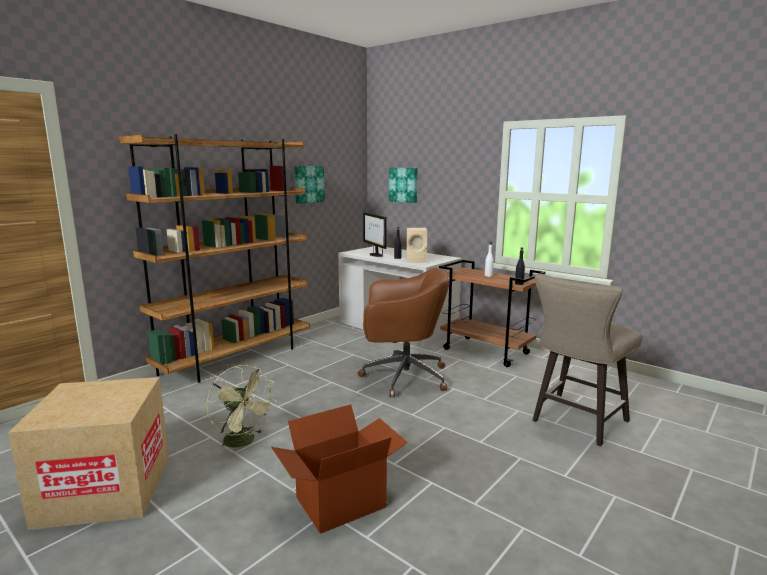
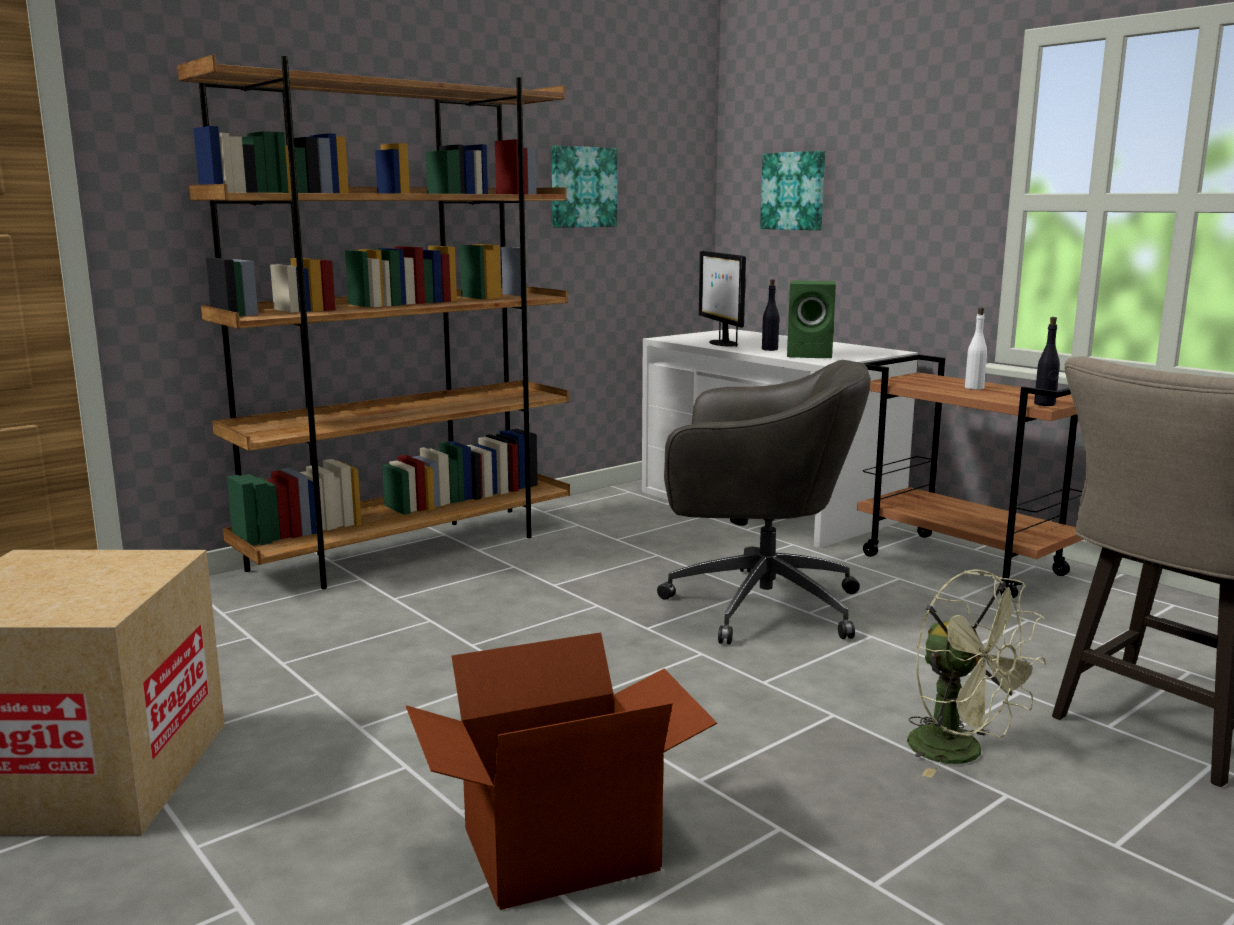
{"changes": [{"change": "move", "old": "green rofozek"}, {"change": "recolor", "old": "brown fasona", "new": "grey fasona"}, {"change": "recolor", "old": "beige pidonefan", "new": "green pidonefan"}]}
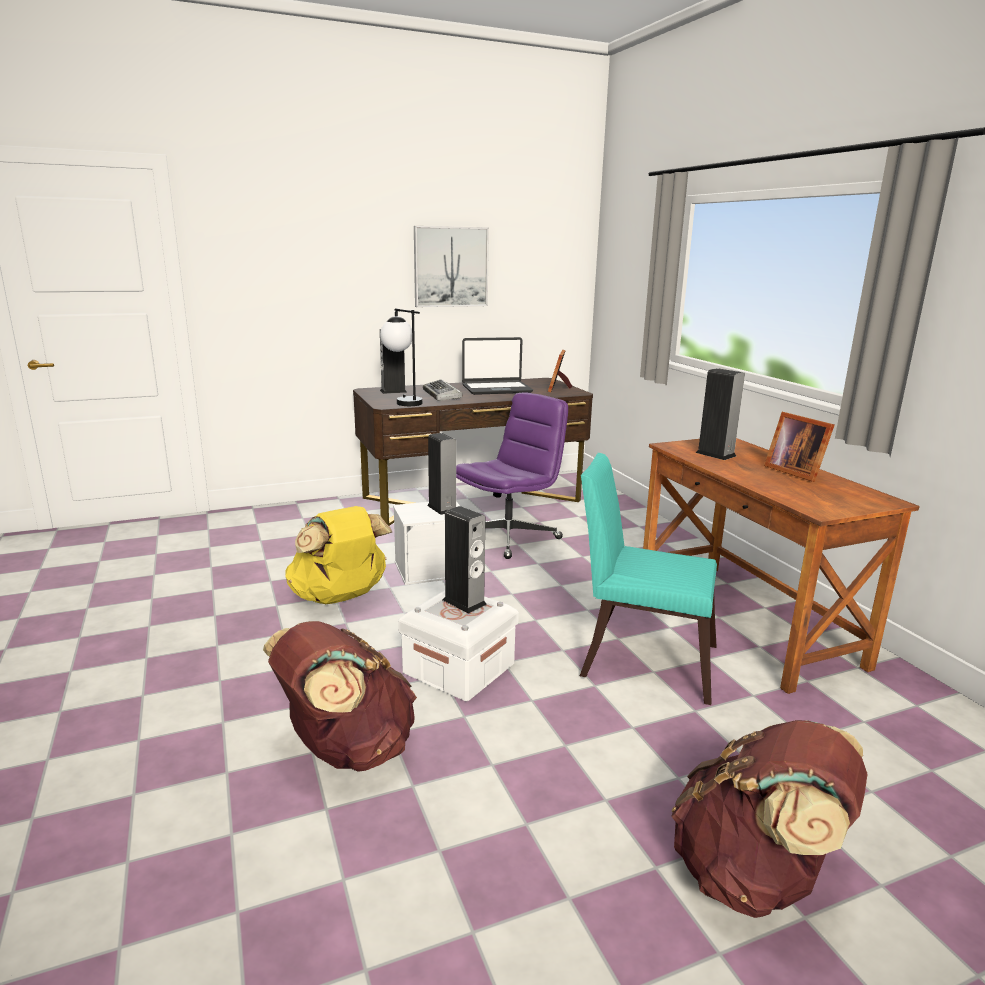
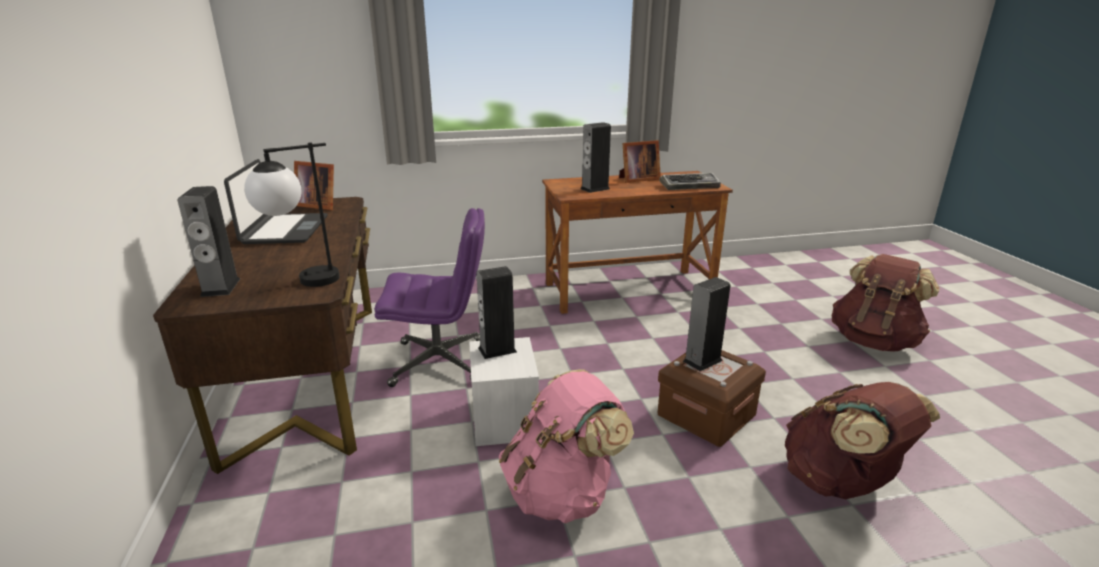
{"changes": [{"change": "delete", "old": "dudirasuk"}, {"change": "delete", "old": "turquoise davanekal"}, {"change": "move", "old": "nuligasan"}, {"change": "recolor", "old": "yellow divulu", "new": "pink divulu"}, {"change": "recolor", "old": "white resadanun (2nd from left)", "new": "brown resadanun"}, {"change": "rotate", "old": "purple fasona", "degrees": 120}]}
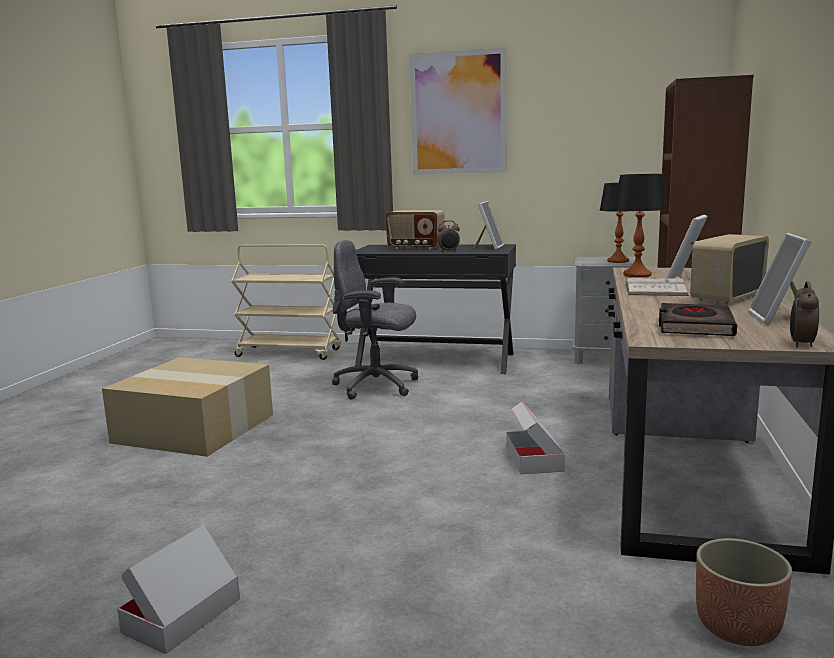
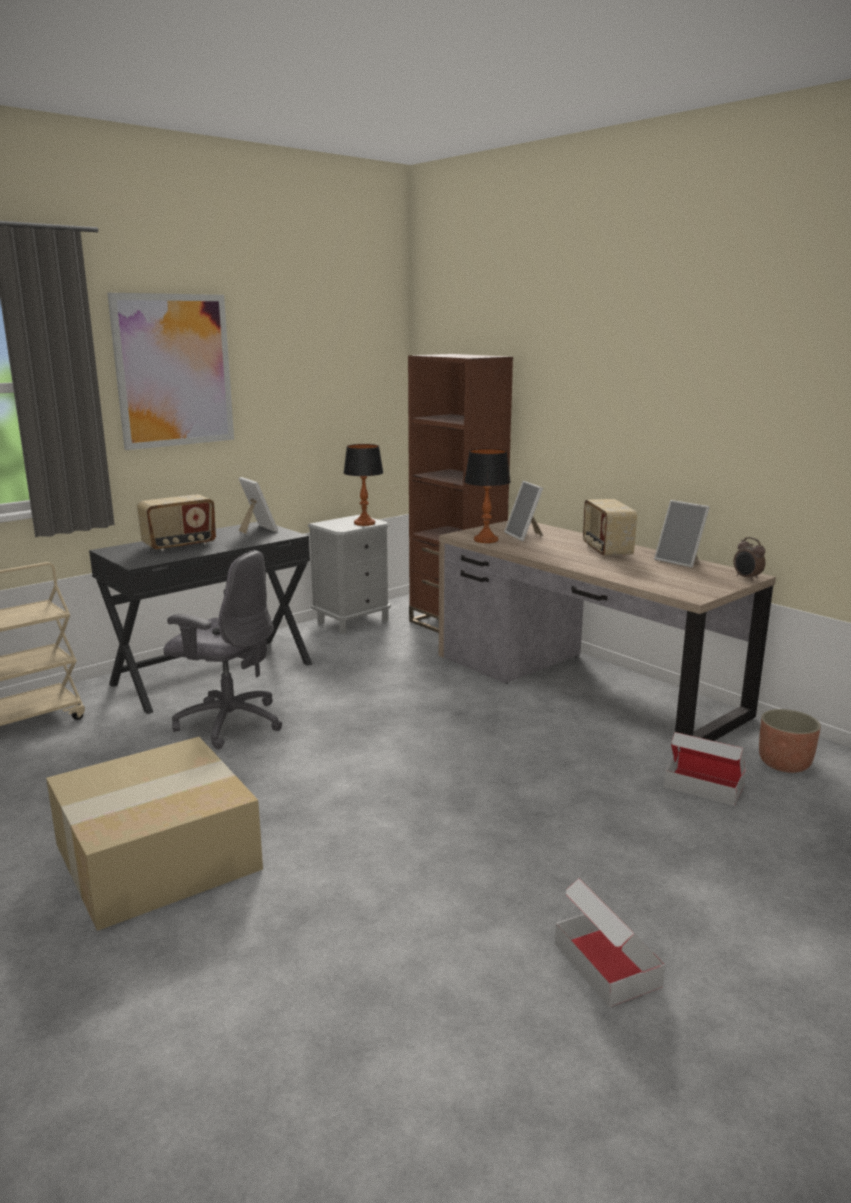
{"changes": [{"change": "delete", "old": "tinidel (1st from left)"}, {"change": "delete", "old": "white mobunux"}, {"change": "delete", "old": "black mobunux"}, {"change": "move", "old": "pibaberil (3rd from left)"}, {"change": "rotate", "old": "grey fasona", "degrees": -120}]}
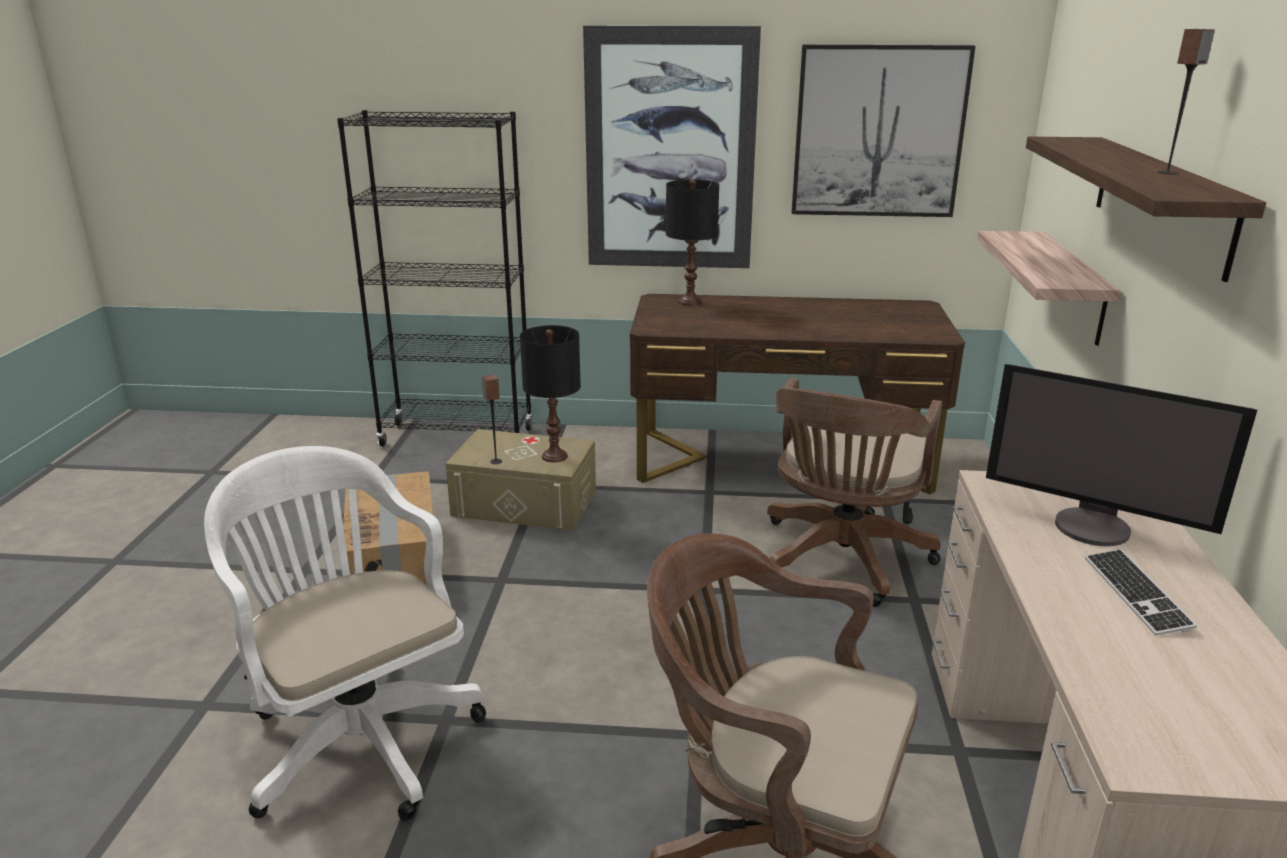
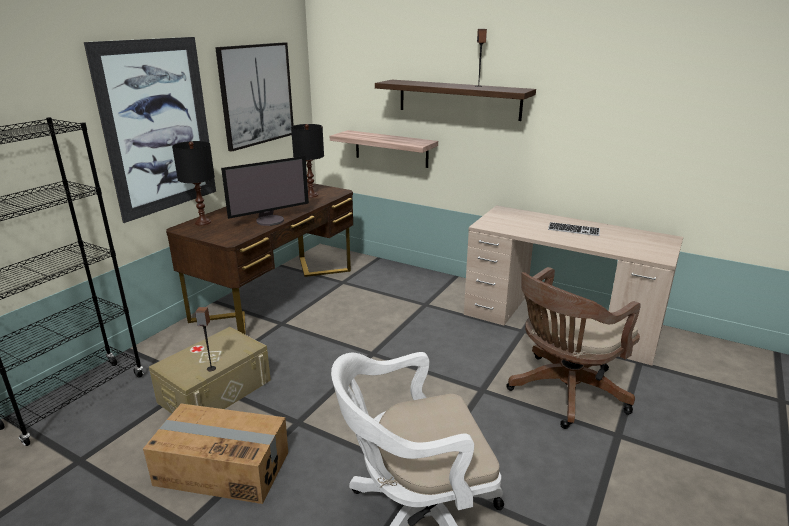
{"changes": [{"change": "delete", "old": "brown fasona (2nd from left)"}, {"change": "move", "old": "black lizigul (1st from left in the first image)", "new": "black lizigul (2nd from left)"}, {"change": "move", "old": "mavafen"}]}
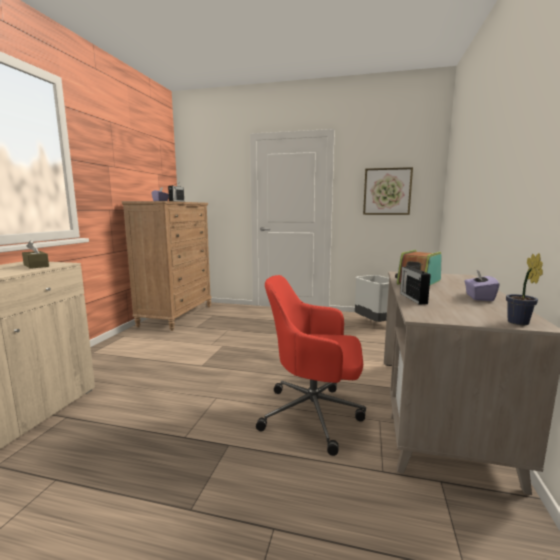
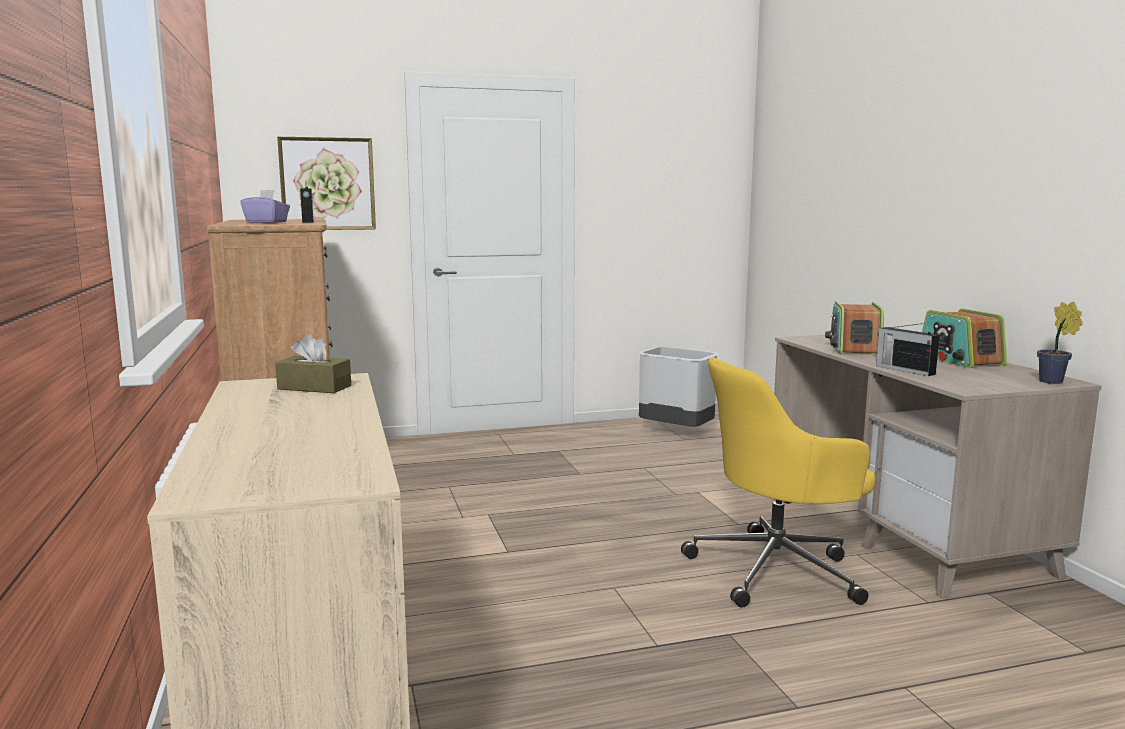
{"changes": [{"change": "move", "old": "dudirasuk"}, {"change": "replace", "old": "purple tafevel (2nd from left)", "new": "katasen (4th from left)"}, {"change": "recolor", "old": "red fasona", "new": "yellow fasona"}]}
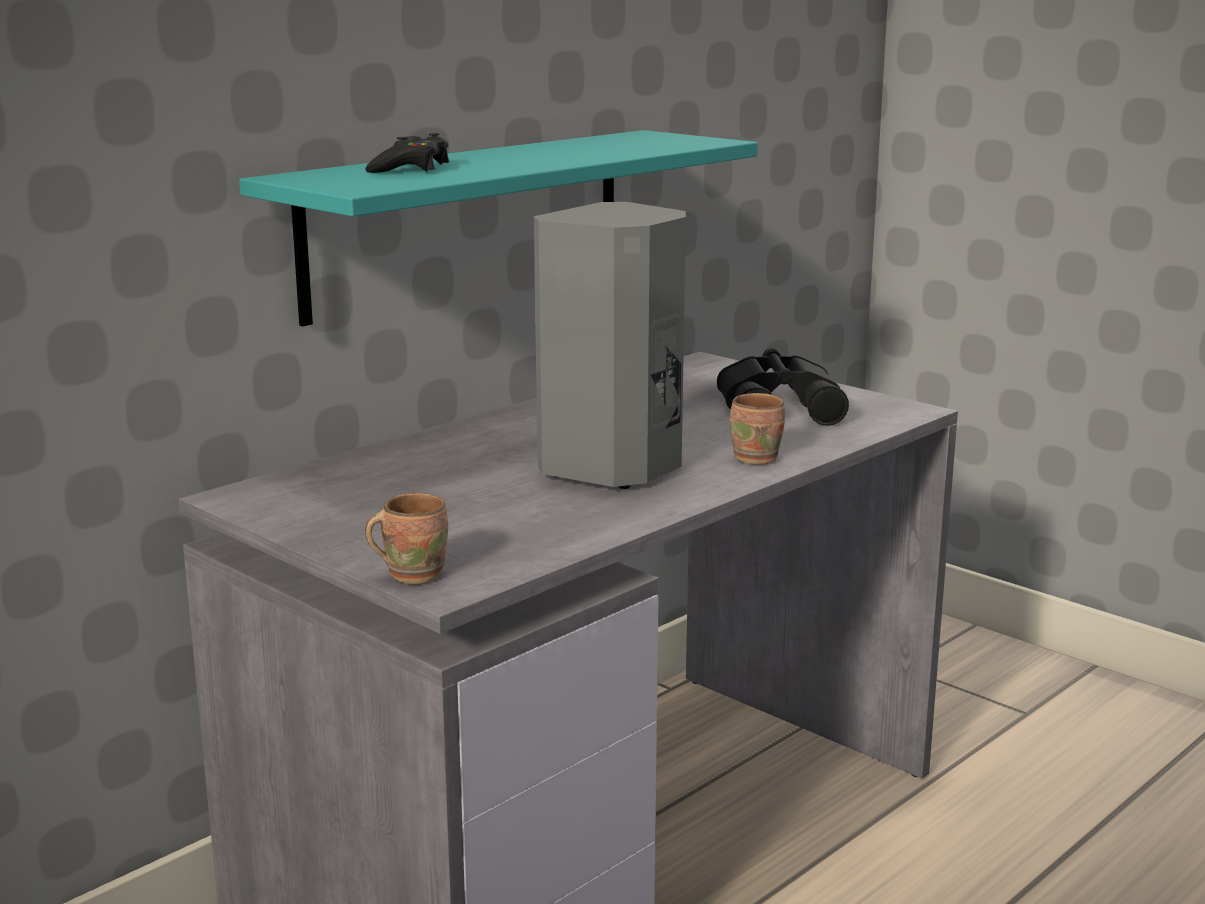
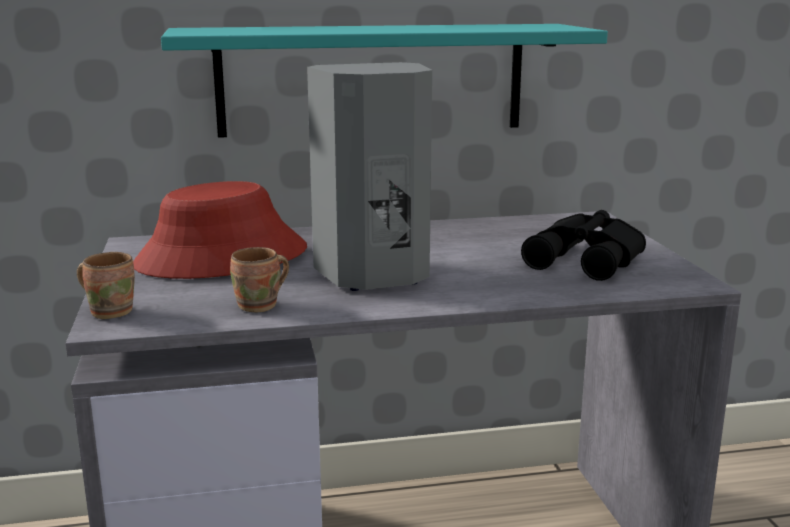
{"changes": [{"change": "delete", "old": "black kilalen"}, {"change": "insert", "new": "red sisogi"}, {"change": "move", "old": "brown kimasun (2nd from left)"}]}
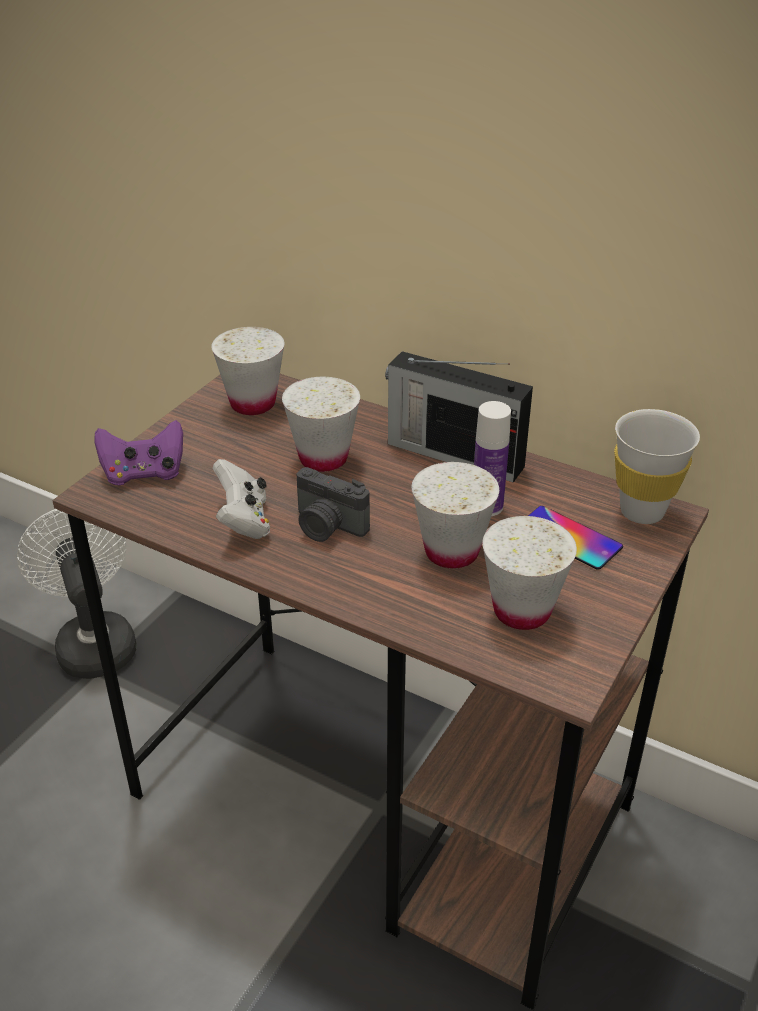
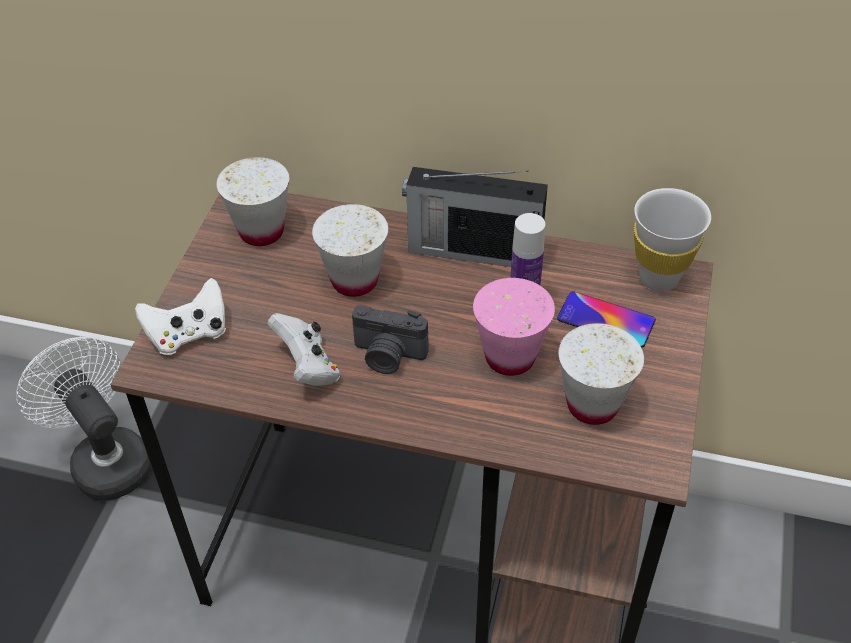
{"changes": [{"change": "recolor", "old": "purple kilalen", "new": "white kilalen (1st from left)"}, {"change": "recolor", "old": "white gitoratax (3rd from left)", "new": "pink gitoratax"}]}
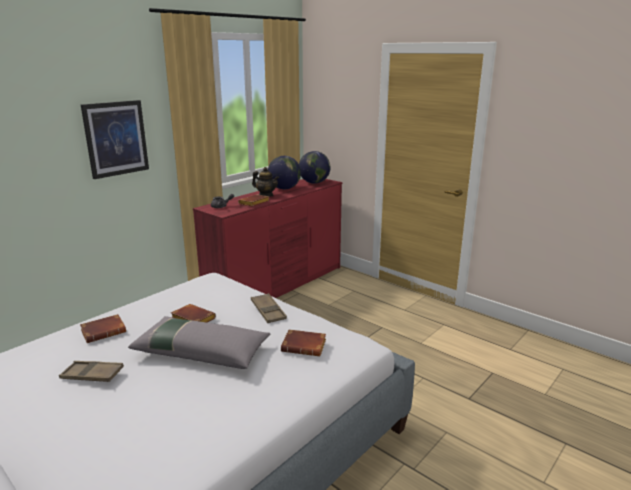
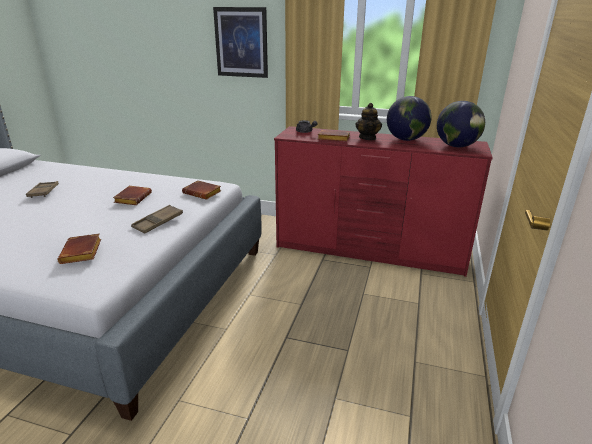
{"changes": [{"change": "delete", "old": "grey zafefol"}, {"change": "move", "old": "brown mobunux (1st from left in the first image)", "new": "brown mobunux (3rd from left)"}]}
